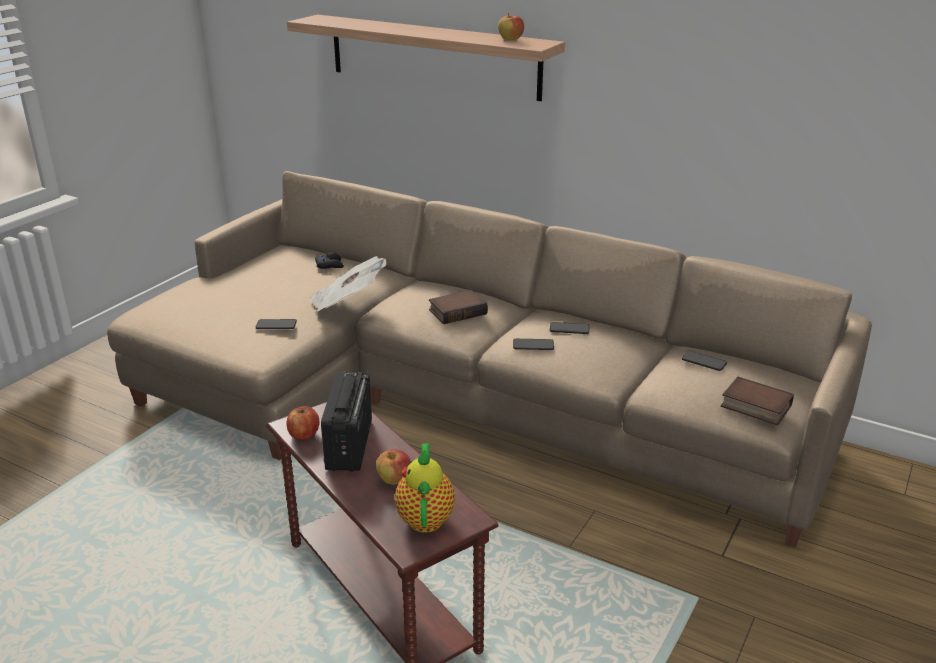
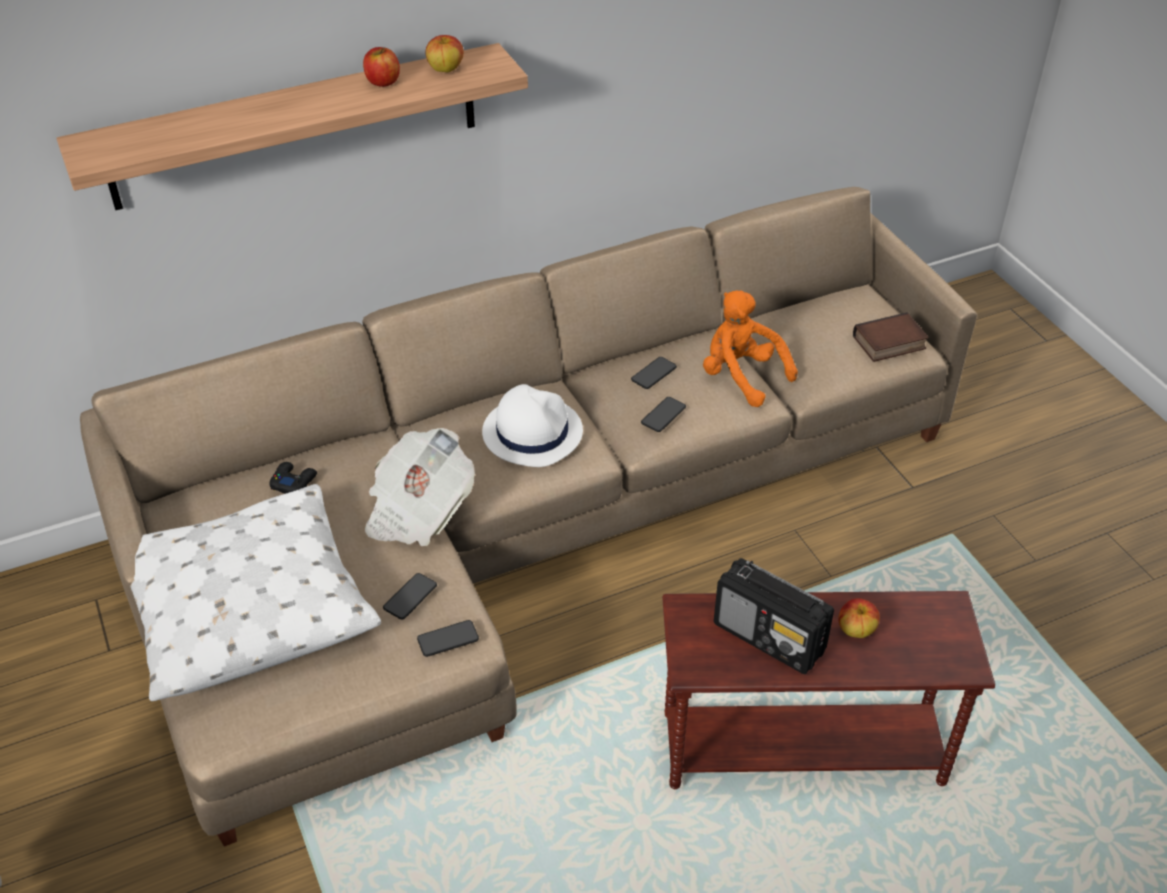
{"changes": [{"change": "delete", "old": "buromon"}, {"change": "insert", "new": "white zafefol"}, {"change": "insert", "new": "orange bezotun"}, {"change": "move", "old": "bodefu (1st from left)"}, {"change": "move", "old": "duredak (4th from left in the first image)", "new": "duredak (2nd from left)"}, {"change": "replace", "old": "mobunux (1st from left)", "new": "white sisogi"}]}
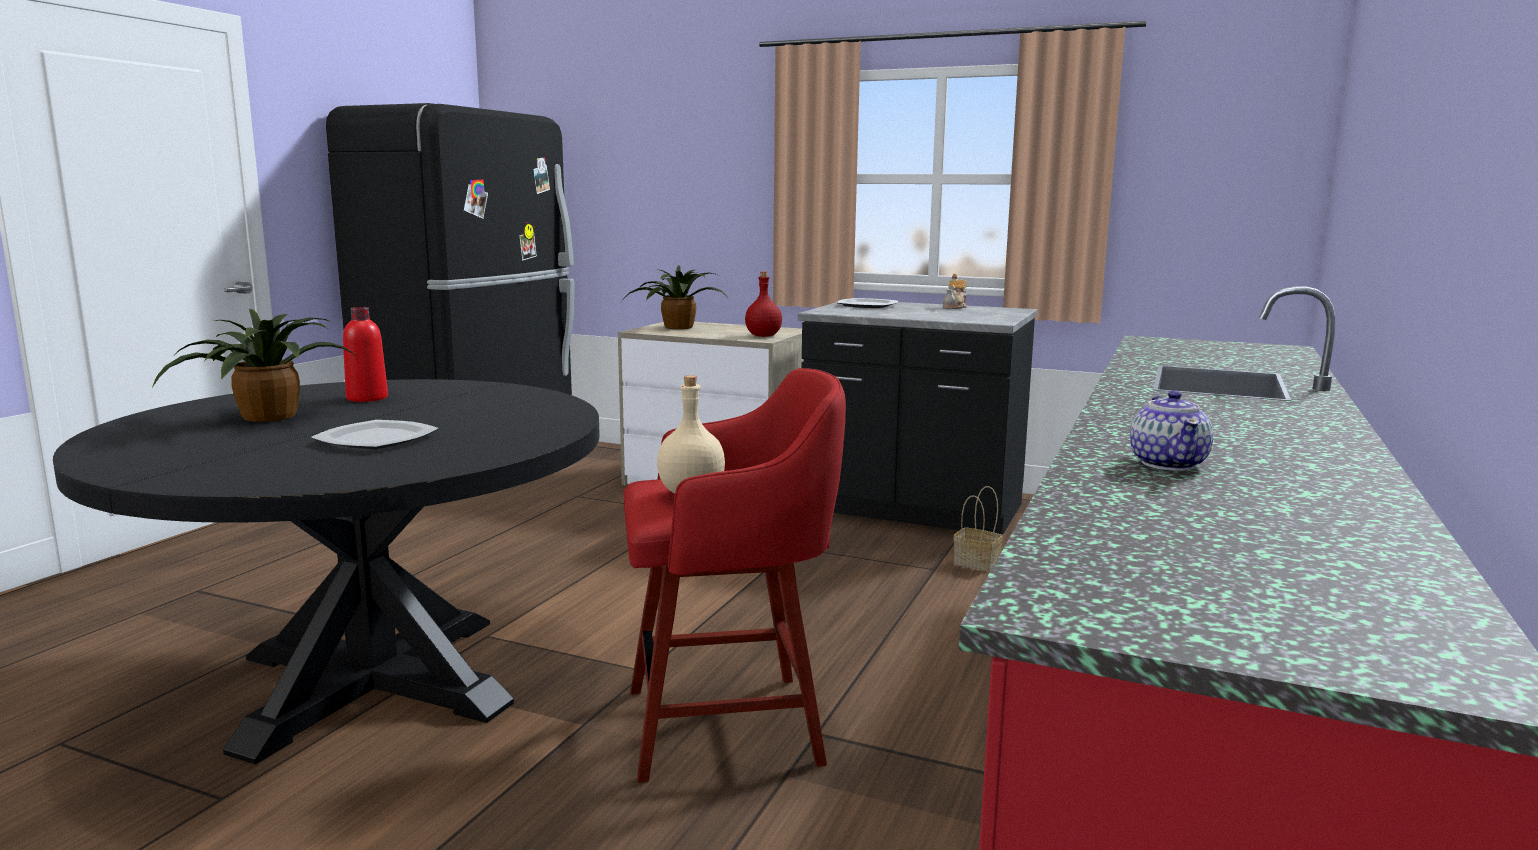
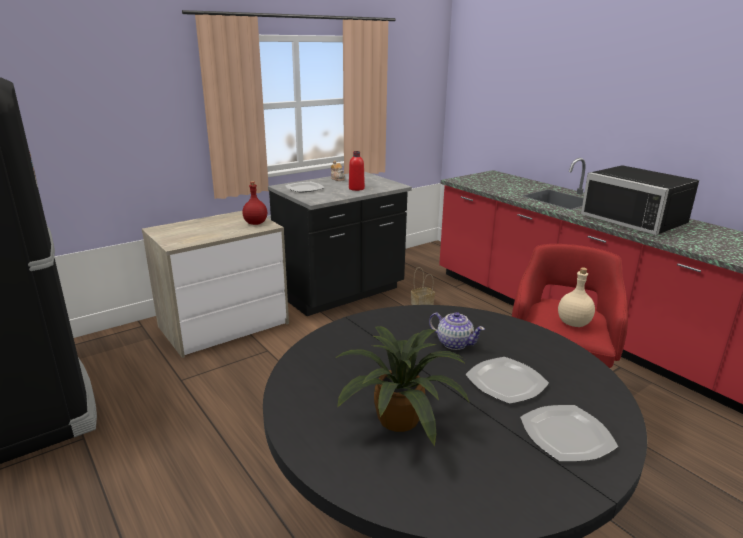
{"changes": [{"change": "delete", "old": "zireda (2nd from left)"}, {"change": "insert", "new": "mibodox (3rd from left)"}, {"change": "insert", "new": "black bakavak"}, {"change": "move", "old": "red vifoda (1st from left in the first image)", "new": "red vifoda (2nd from left)"}, {"change": "move", "old": "buromon (2nd from left)"}]}
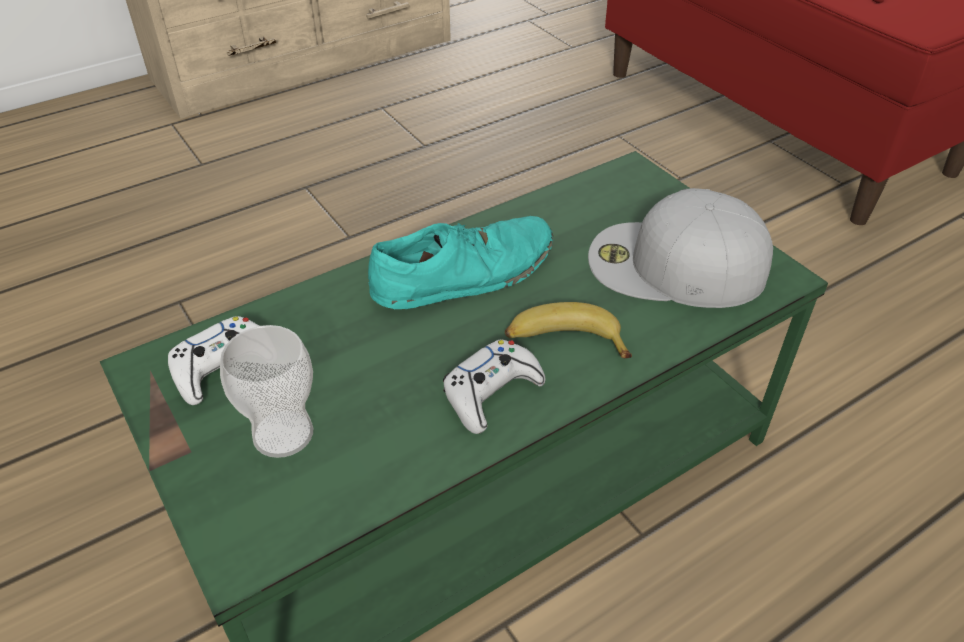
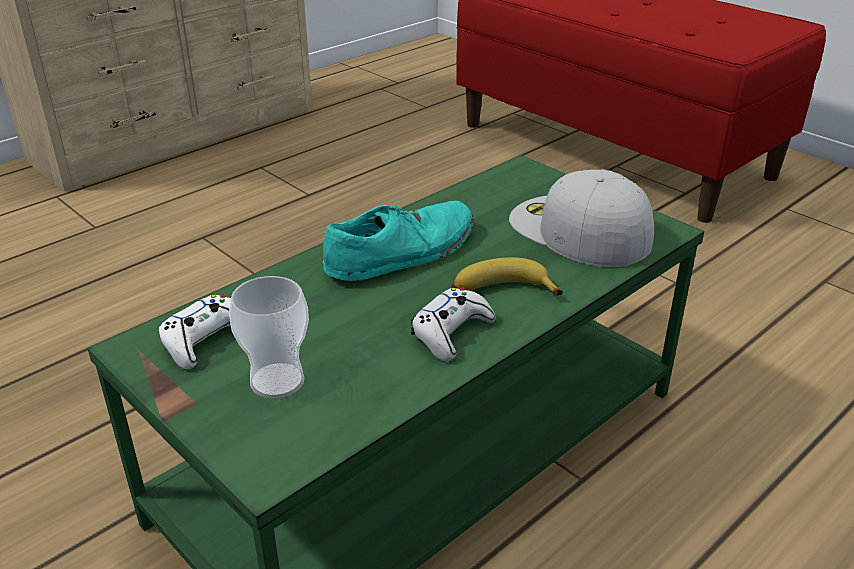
{"changes": [{"change": "rotate", "old": "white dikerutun", "degrees": 45}]}
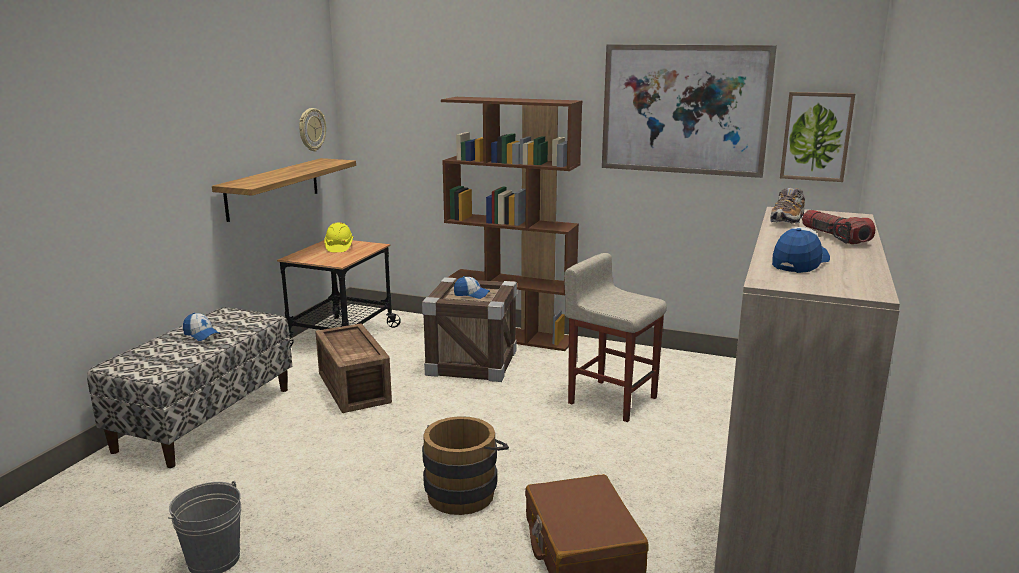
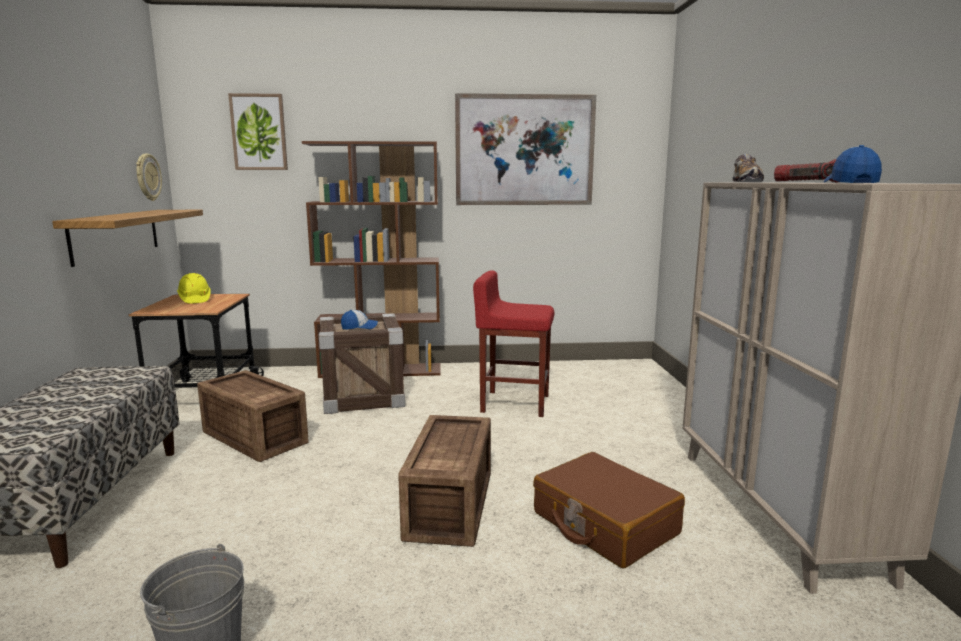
{"changes": [{"change": "delete", "old": "dikerutun (1st from left)"}, {"change": "move", "old": "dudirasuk (2nd from left in the first image)", "new": "dudirasuk (1st from left)"}, {"change": "replace", "old": "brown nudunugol", "new": "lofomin (3rd from left)"}, {"change": "recolor", "old": "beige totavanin", "new": "red totavanin"}]}
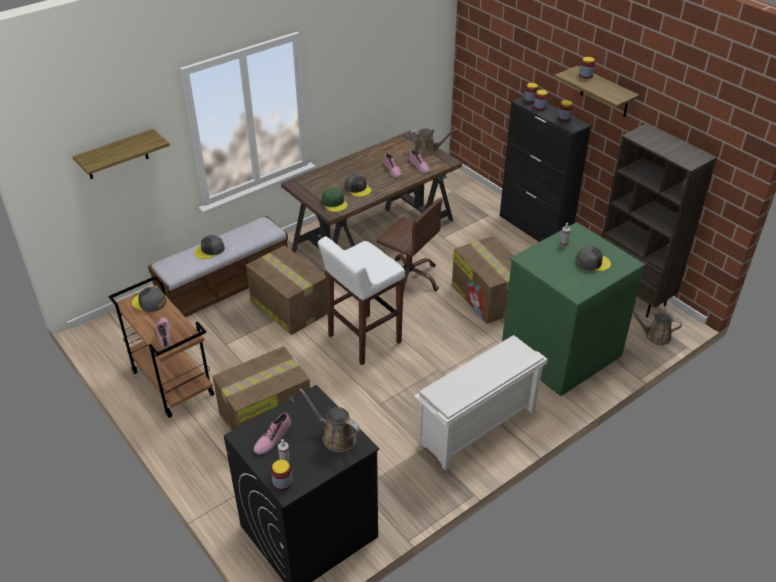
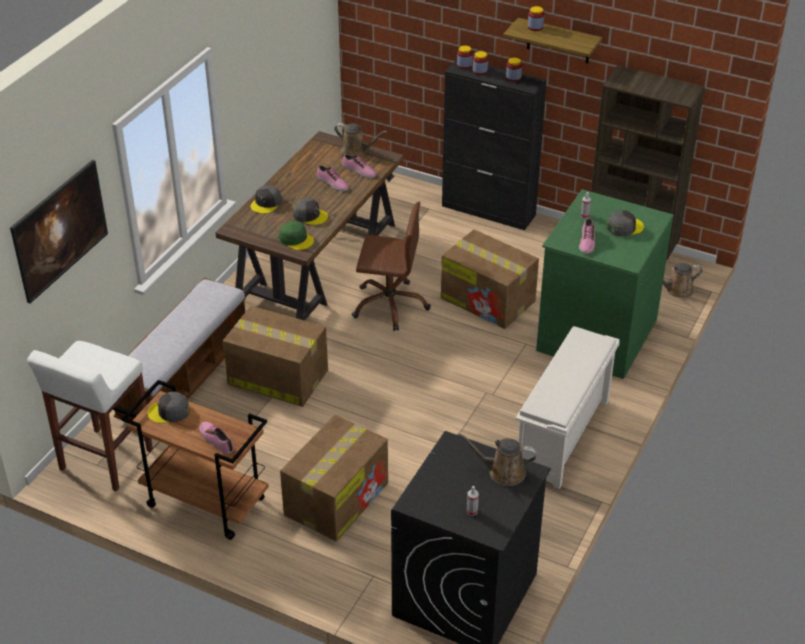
{"changes": [{"change": "delete", "old": "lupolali (1st from left)"}, {"change": "move", "old": "grey dikerutun (2nd from left)"}, {"change": "move", "old": "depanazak (2nd from left in the first image)", "new": "depanazak (4th from left)"}, {"change": "move", "old": "white totavanin"}, {"change": "replace", "old": "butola (1st from left)", "new": "dudirasuk"}, {"change": "rotate", "old": "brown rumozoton (2nd from left in the first image)", "degrees": 45}]}
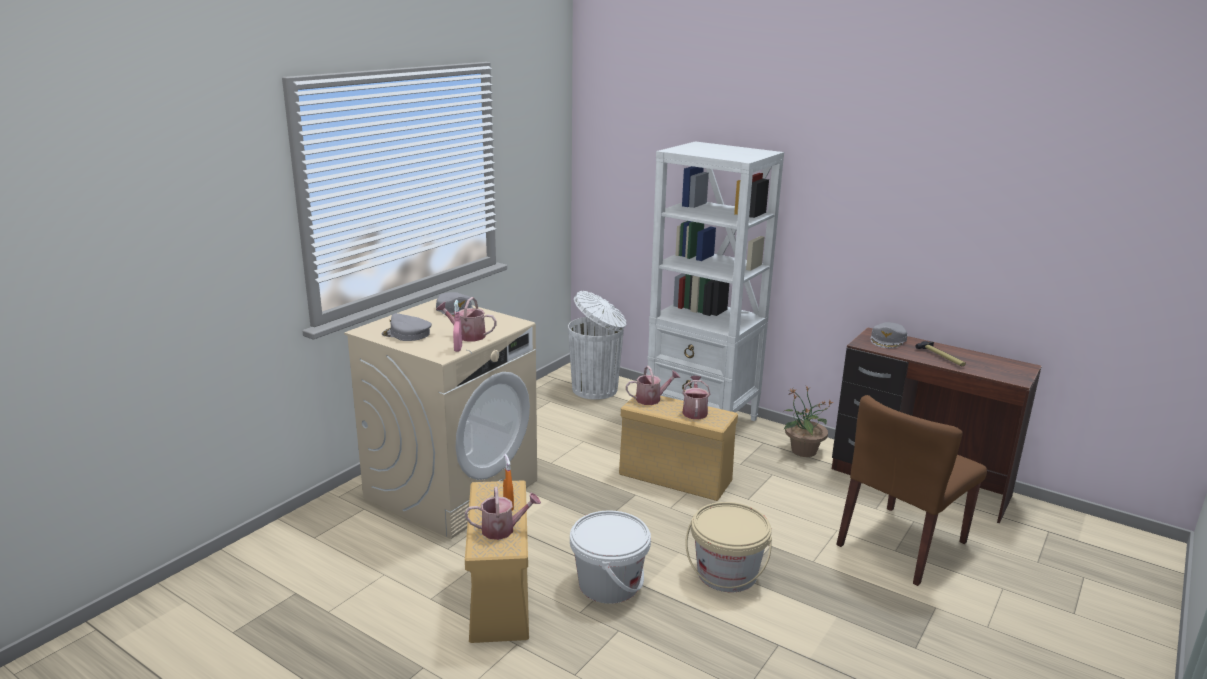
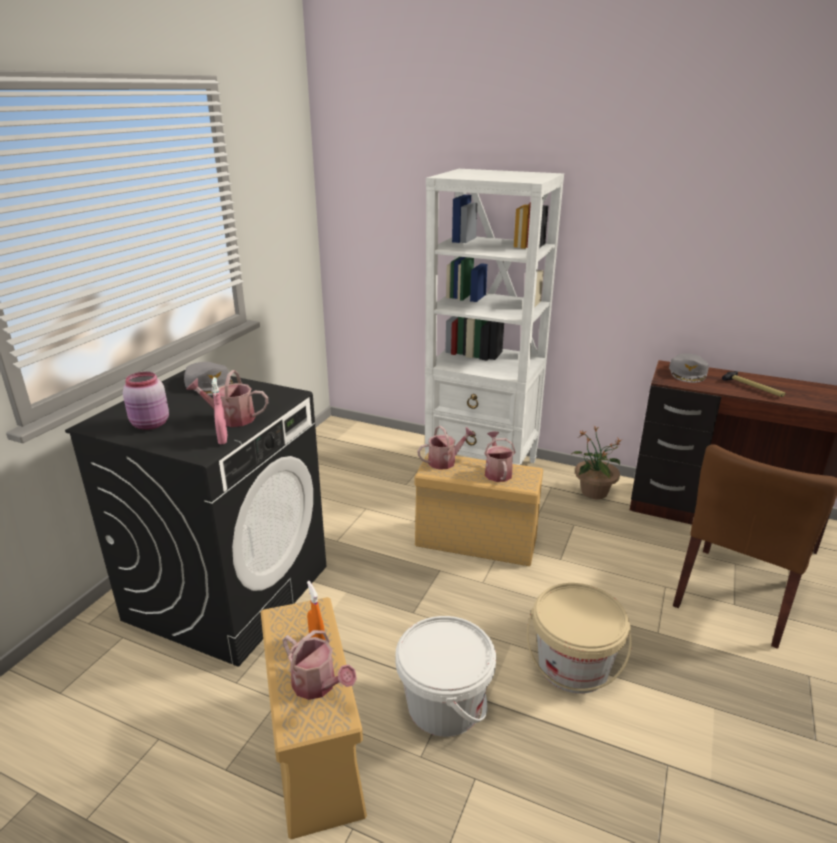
{"changes": [{"change": "delete", "old": "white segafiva"}, {"change": "replace", "old": "grey dikerutun (1st from left)", "new": "pink lupolali"}, {"change": "recolor", "old": "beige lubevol", "new": "black lubevol"}, {"change": "rotate", "old": "rumozoton (2nd from left)", "degrees": 60}]}
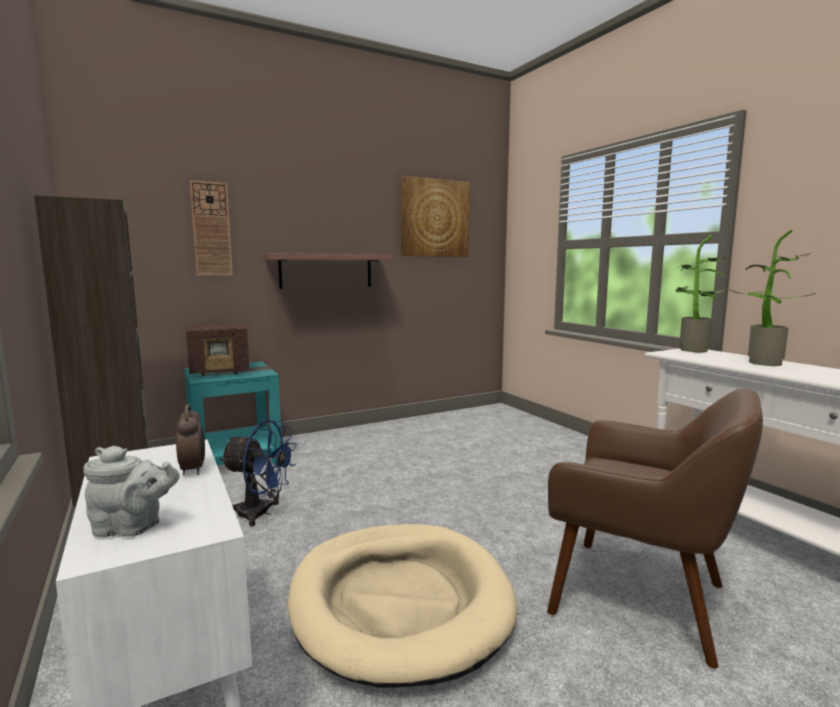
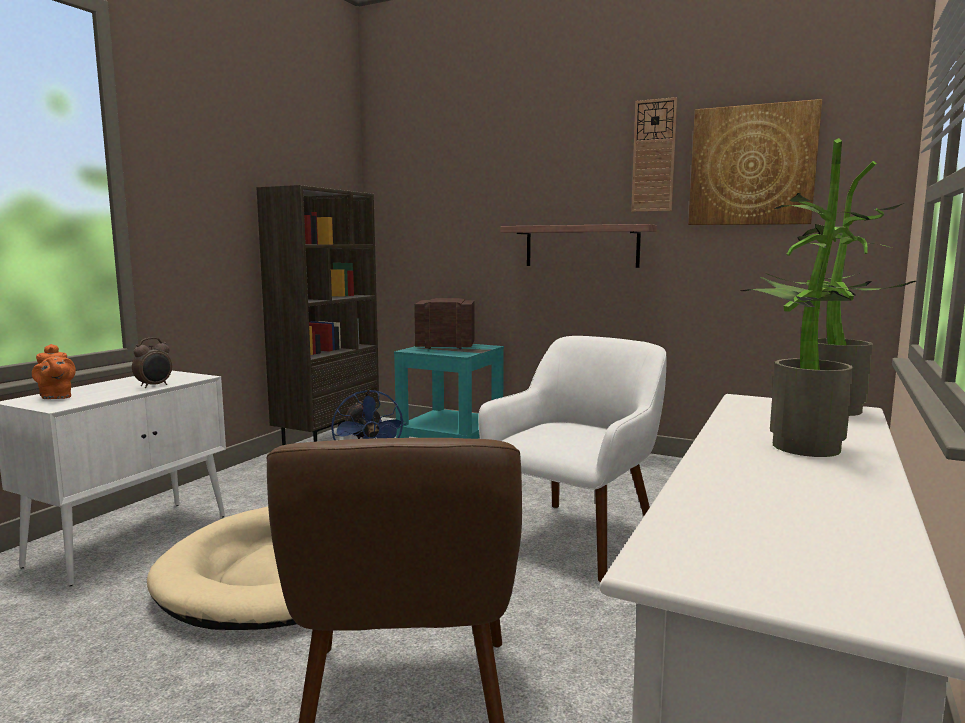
{"changes": [{"change": "insert", "new": "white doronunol"}, {"change": "move", "old": "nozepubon"}, {"change": "recolor", "old": "grey buromon", "new": "orange buromon"}, {"change": "rotate", "old": "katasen", "degrees": 150}]}
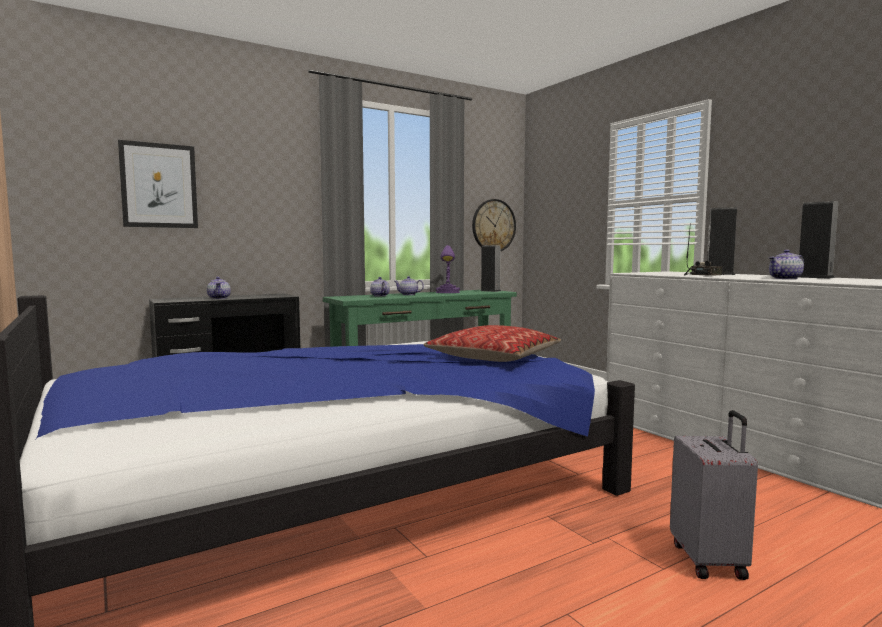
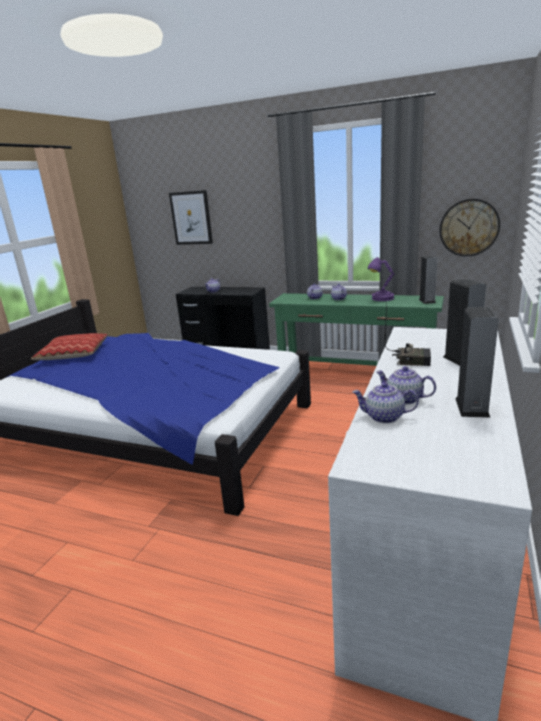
{"changes": [{"change": "delete", "old": "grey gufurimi"}, {"change": "insert", "new": "buromon (4th from left)"}, {"change": "move", "old": "zafefol"}]}
